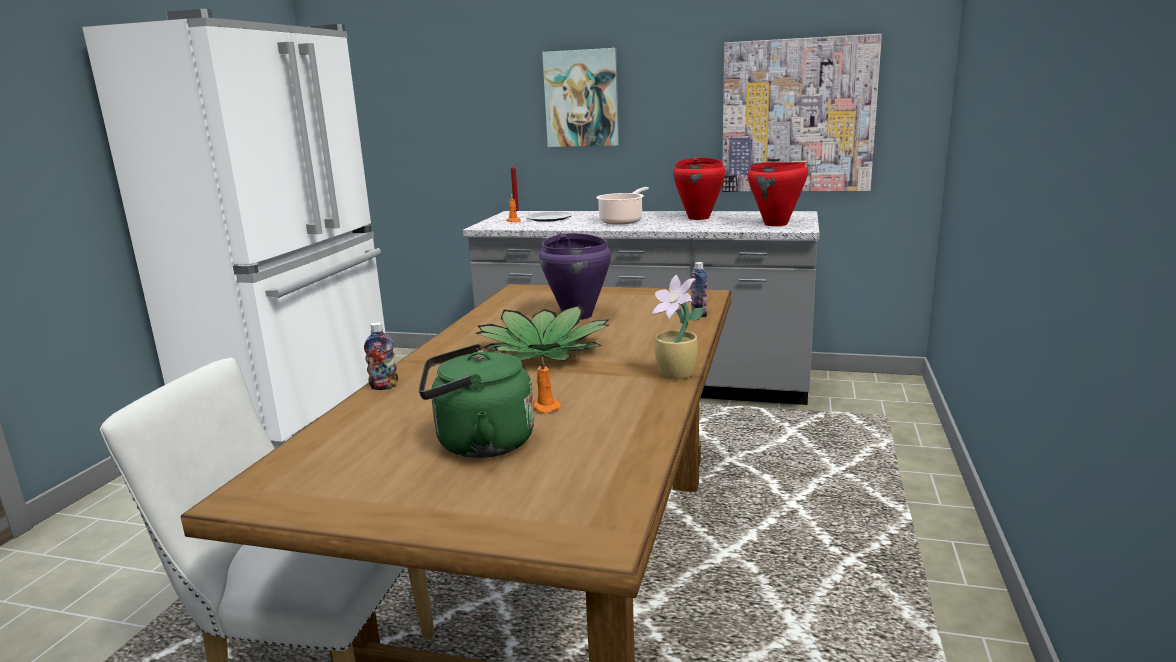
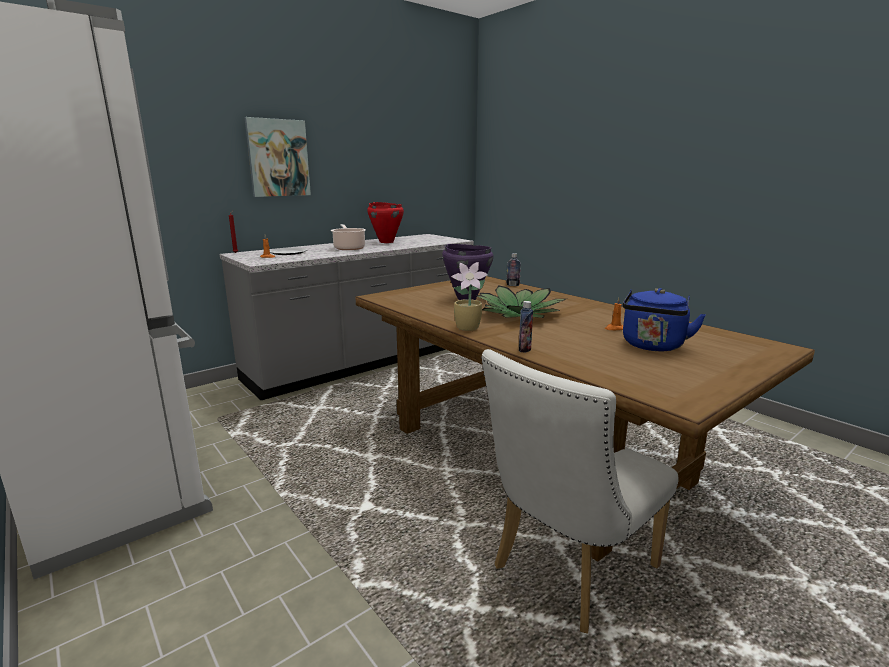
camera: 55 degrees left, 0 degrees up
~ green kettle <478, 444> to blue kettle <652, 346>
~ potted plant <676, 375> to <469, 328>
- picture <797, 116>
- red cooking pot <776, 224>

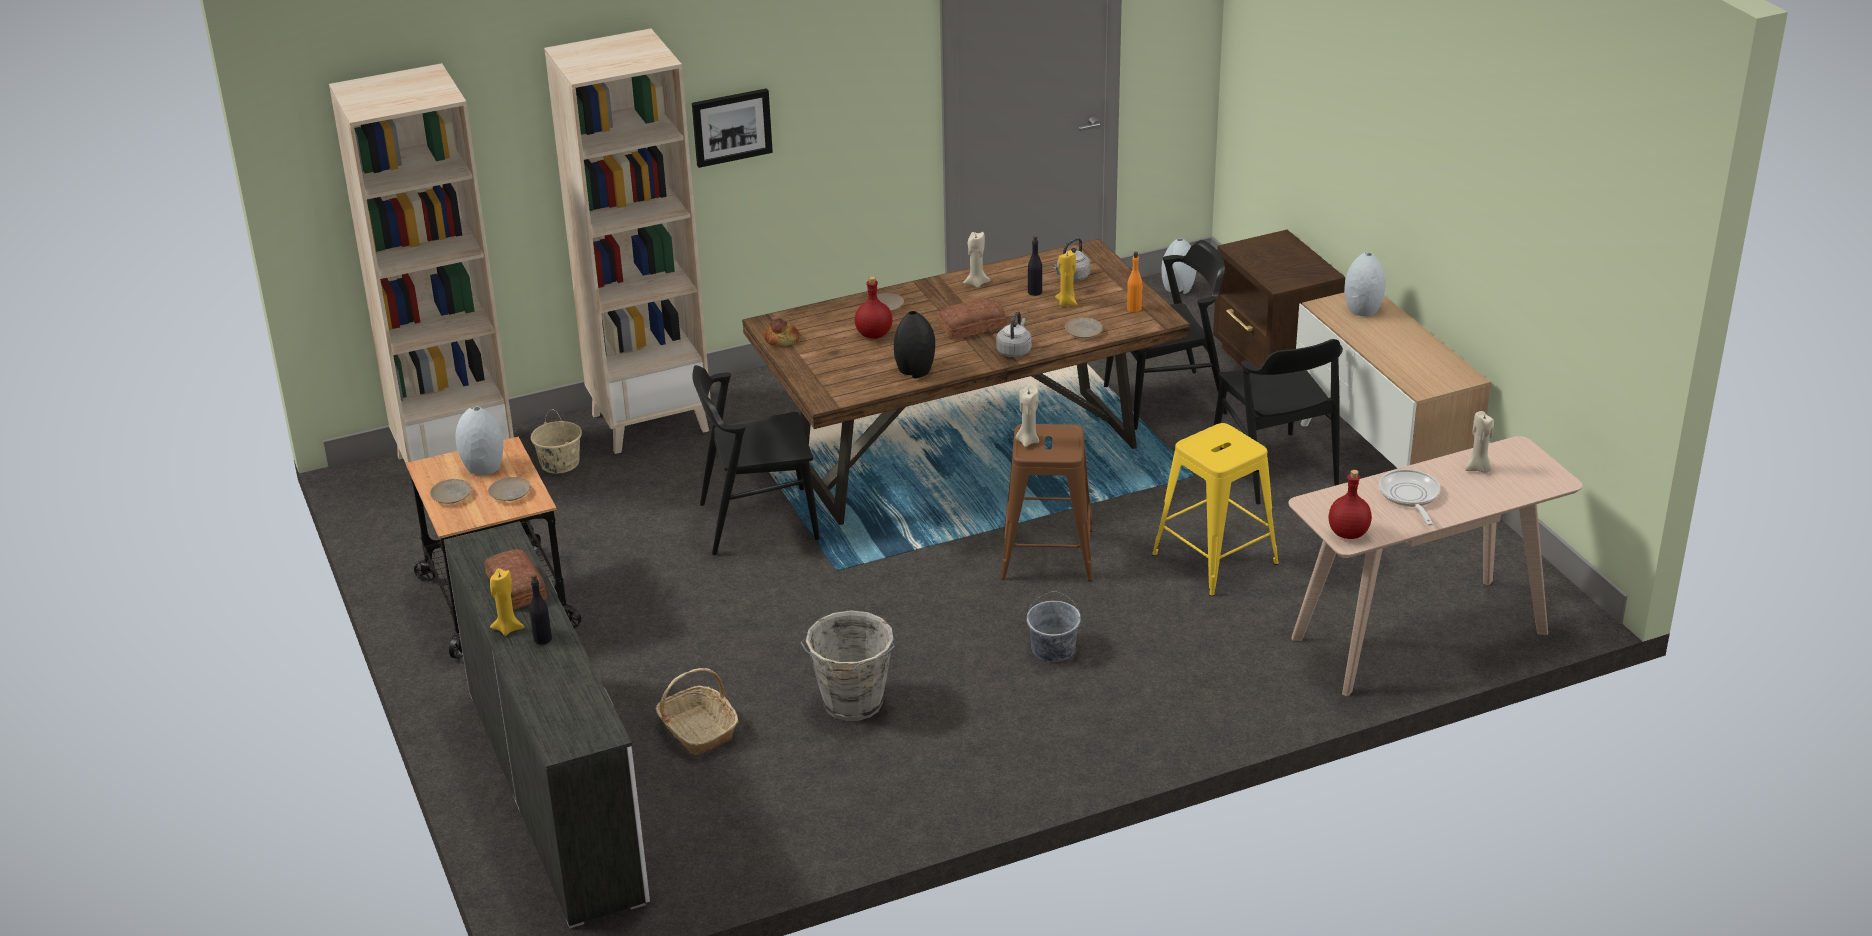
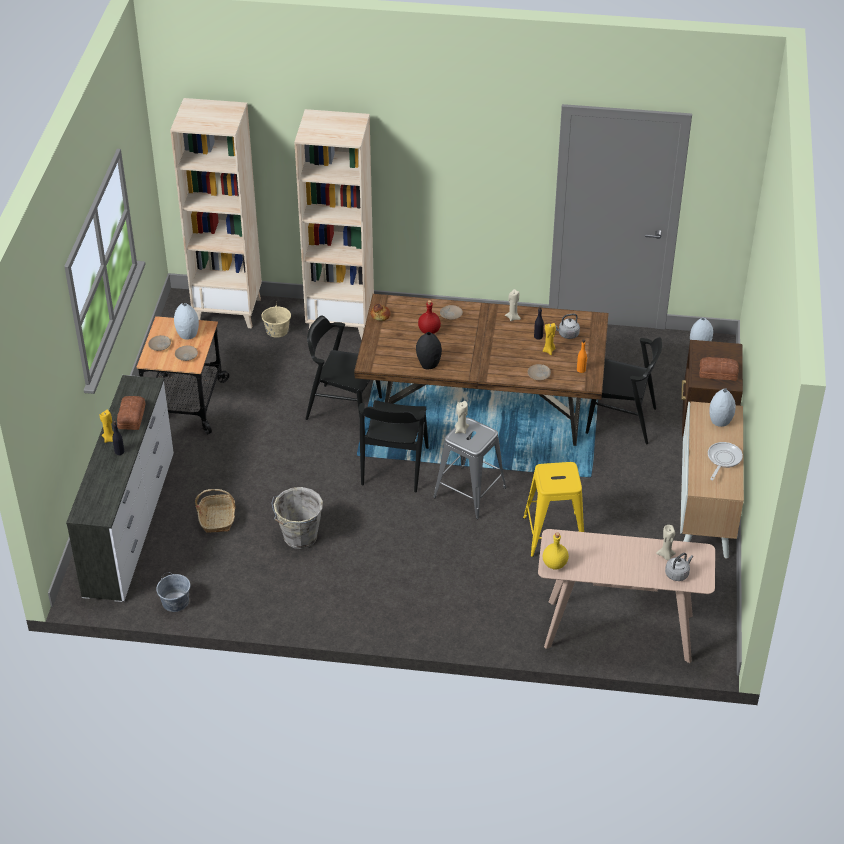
camera: 30 degrees right, 10 degrees up
- picture <731, 126>
~ bread <970, 326> to <717, 372>
~ grey kettle <1014, 350> to <677, 573>
~ brown stool <1047, 554> to grey stool <469, 492>
~ grey bucket <1052, 649> to <175, 602>
~ black chair <1274, 468> to <394, 466>
~ red bottle <1349, 533> to yellow bottle <555, 564>
~ frying pan <1409, 497> to <723, 460>

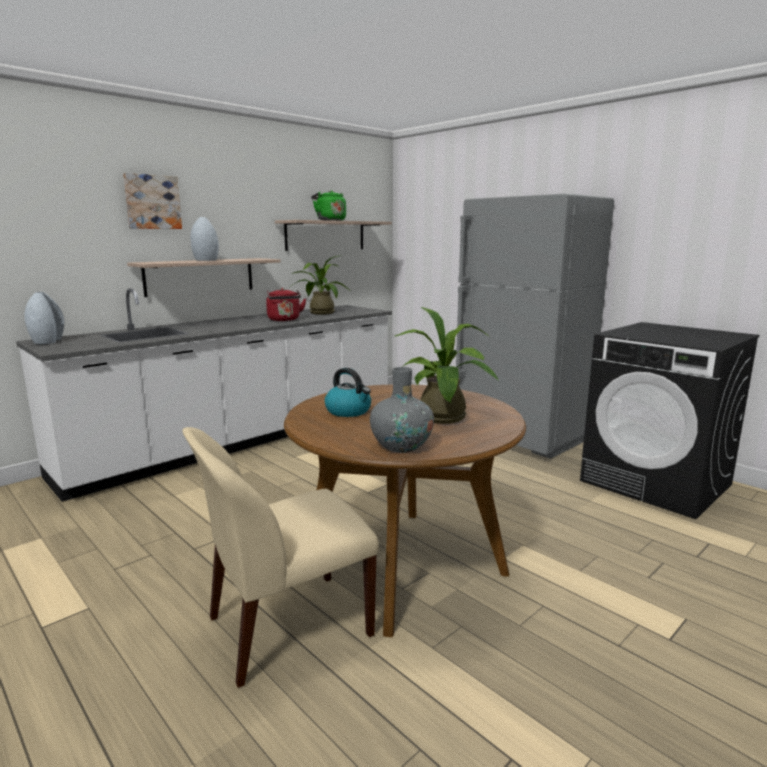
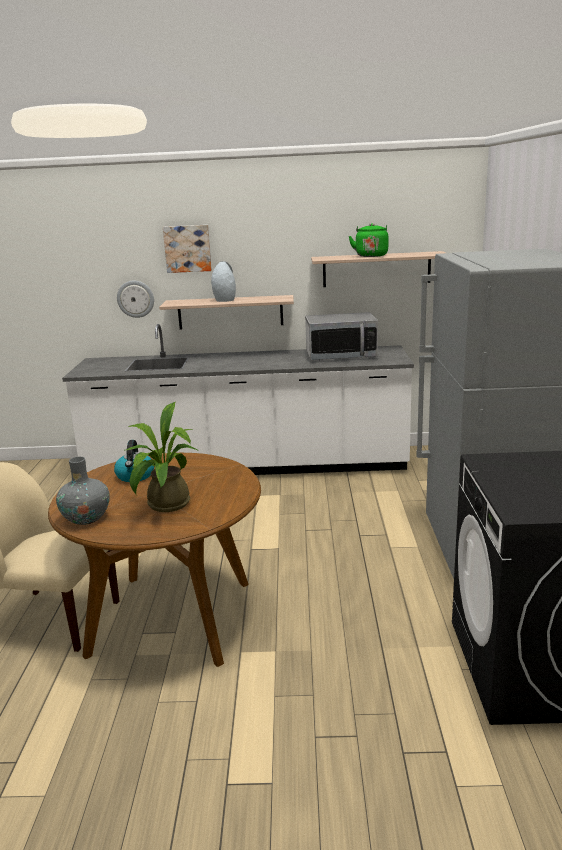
camera: 45 degrees right, 5 degrees up
- grey vase <47, 342>
- red kettle <284, 320>
~ potted plant <319, 312> to microwave <341, 355>
+ wall clock <135, 299>

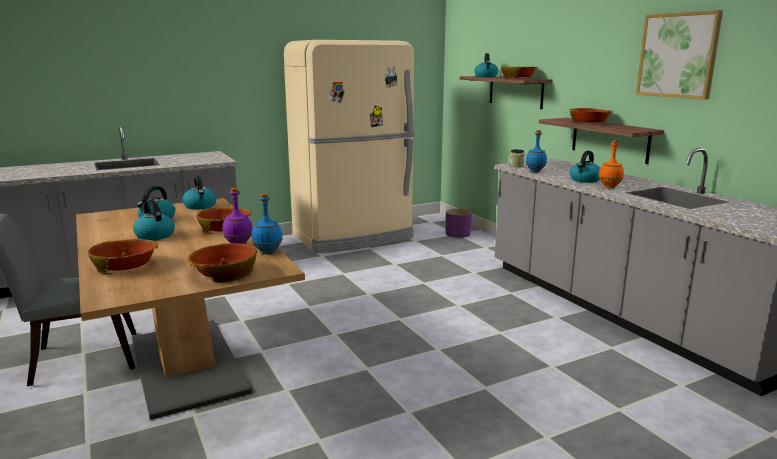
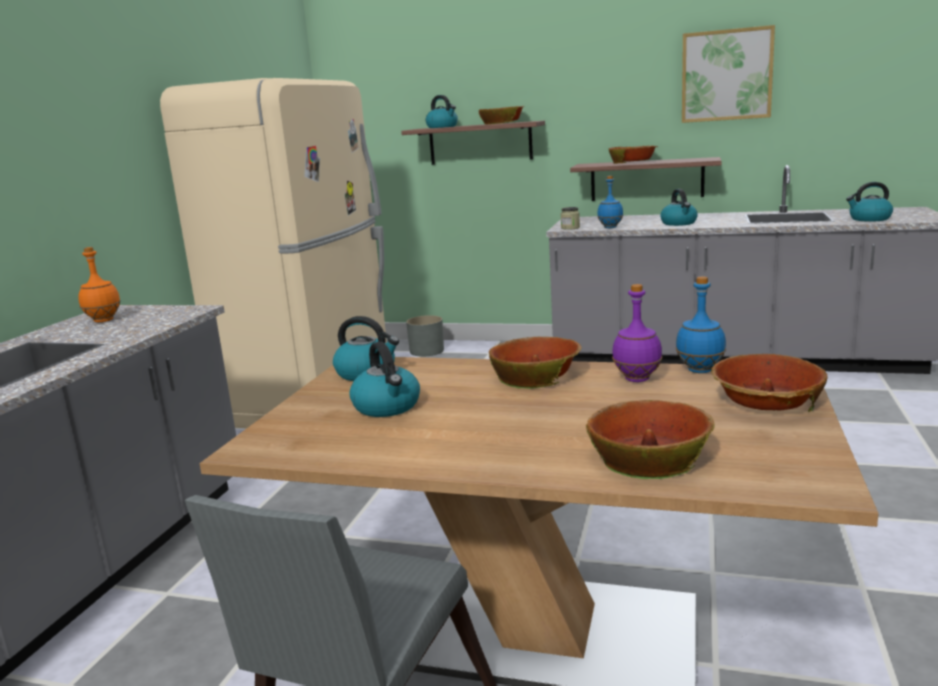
camera: 45 degrees left, 0 degrees up
~ kettle <154, 235> to <869, 219>
~ purple planter <458, 234> to grey planter <427, 351>
~ orange bottle <609, 187> to <103, 320>

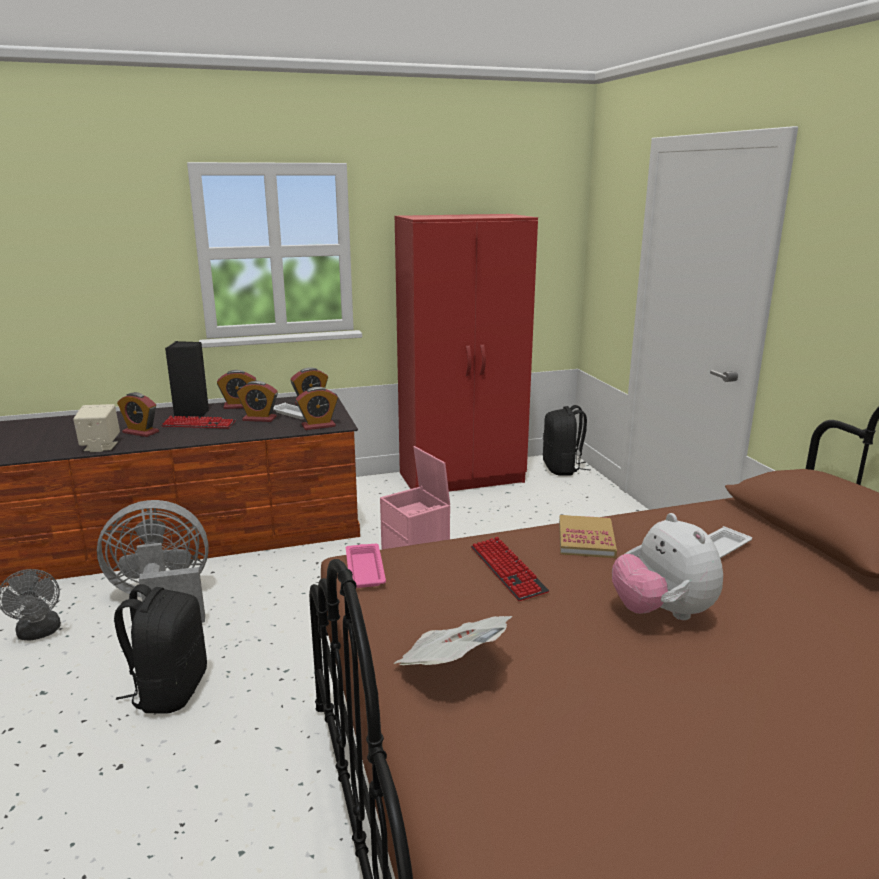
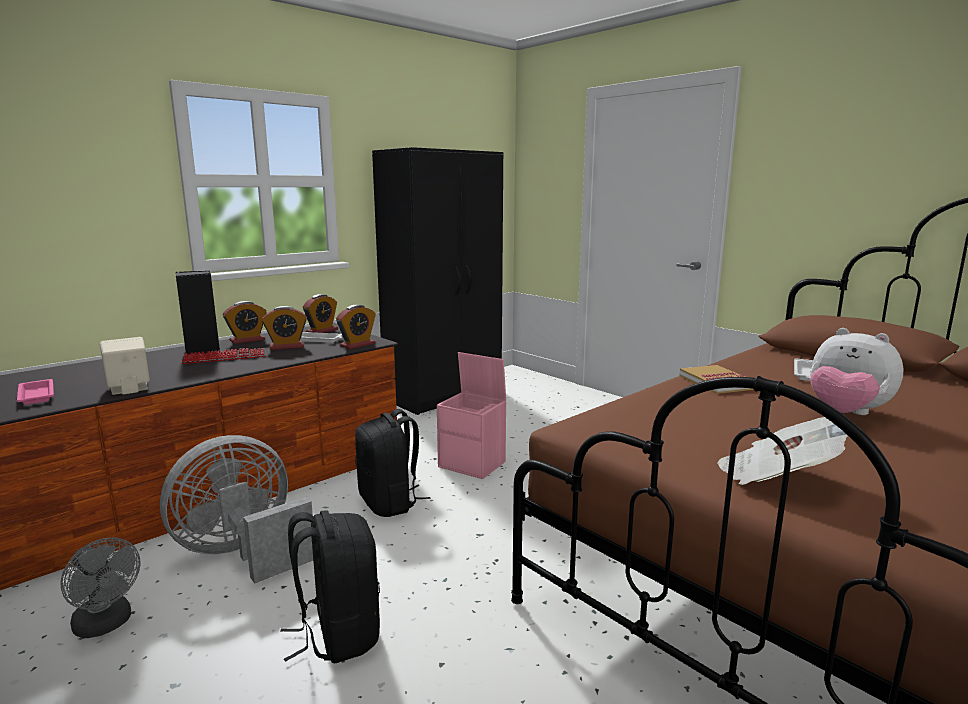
camera: 25 degrees left, 5 degrees down
- alarm clock <140, 432>
~ pink tray <365, 569> to <37, 395>
~ red wardrobe <463, 478> to black wardrobe <445, 395>
- keyboard <507, 570>
~ black backpack <562, 469> to <390, 503>

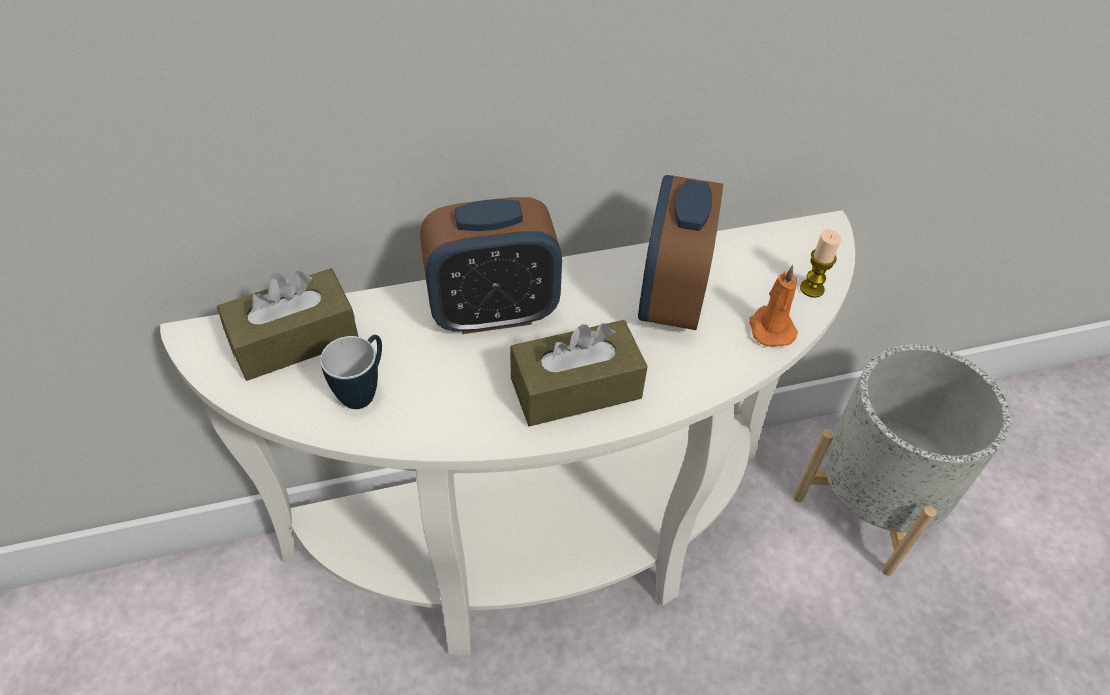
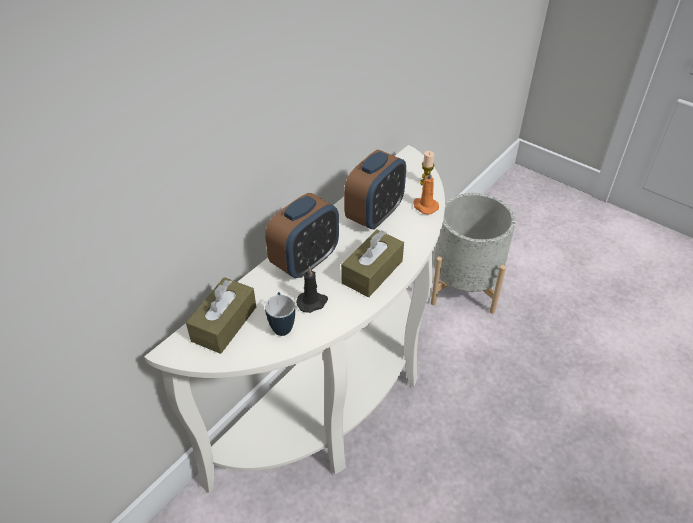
camera: 35 degrees left, 5 degrees down
~ alarm clock <671, 297> = <374, 215> 120 degrees counterclockwise
+ black candle <312, 302>

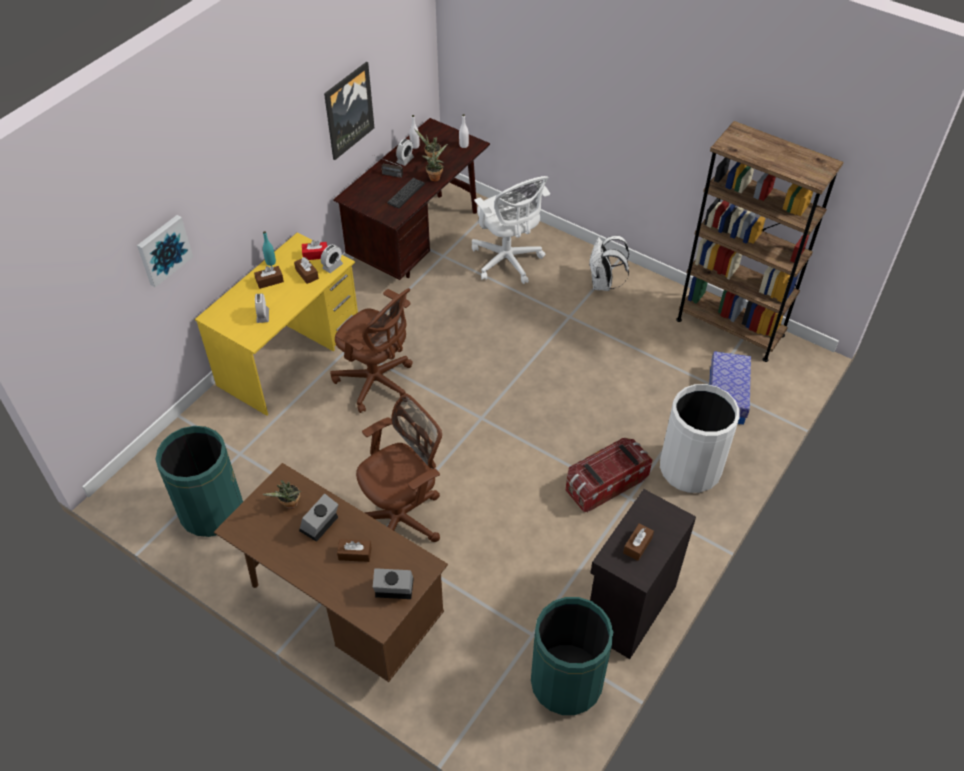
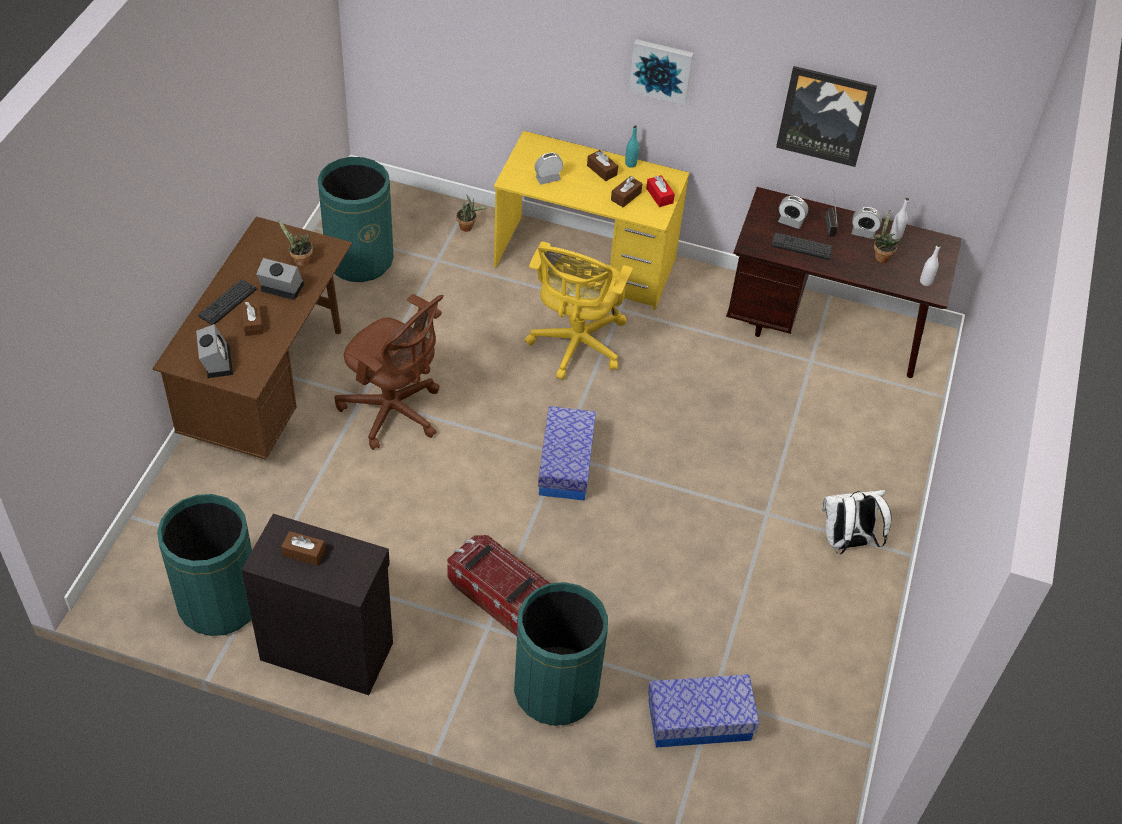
camera: 70 degrees right, 0 degrees up
~ picture <163, 250> to <661, 70>
~ alarm clock <332, 266> to <790, 222>
~ brown office chair <377, 383> to yellow office chair <575, 346>
~ potted plant <435, 177> to <468, 227>
- white office chair <508, 262>
~ white trash can <690, 469> to green trash can <555, 690>
- brown bookcase <730, 327>
+ keyboard <227, 302>
+ storage box <565, 463>

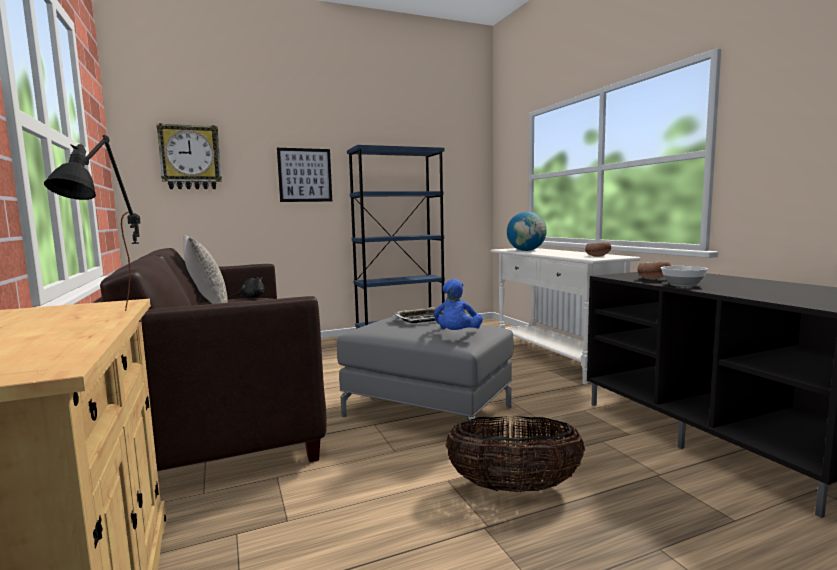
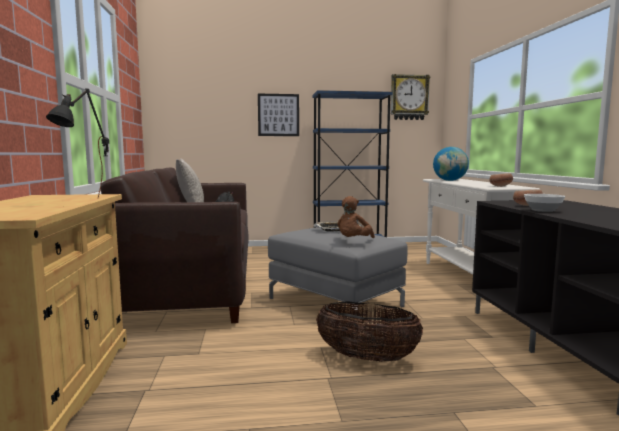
camera: 15 degrees right, 0 degrees up
~ wall clock <190, 157> to <409, 97>
~ blue plush toy <457, 335> to brown plush toy <353, 241>

